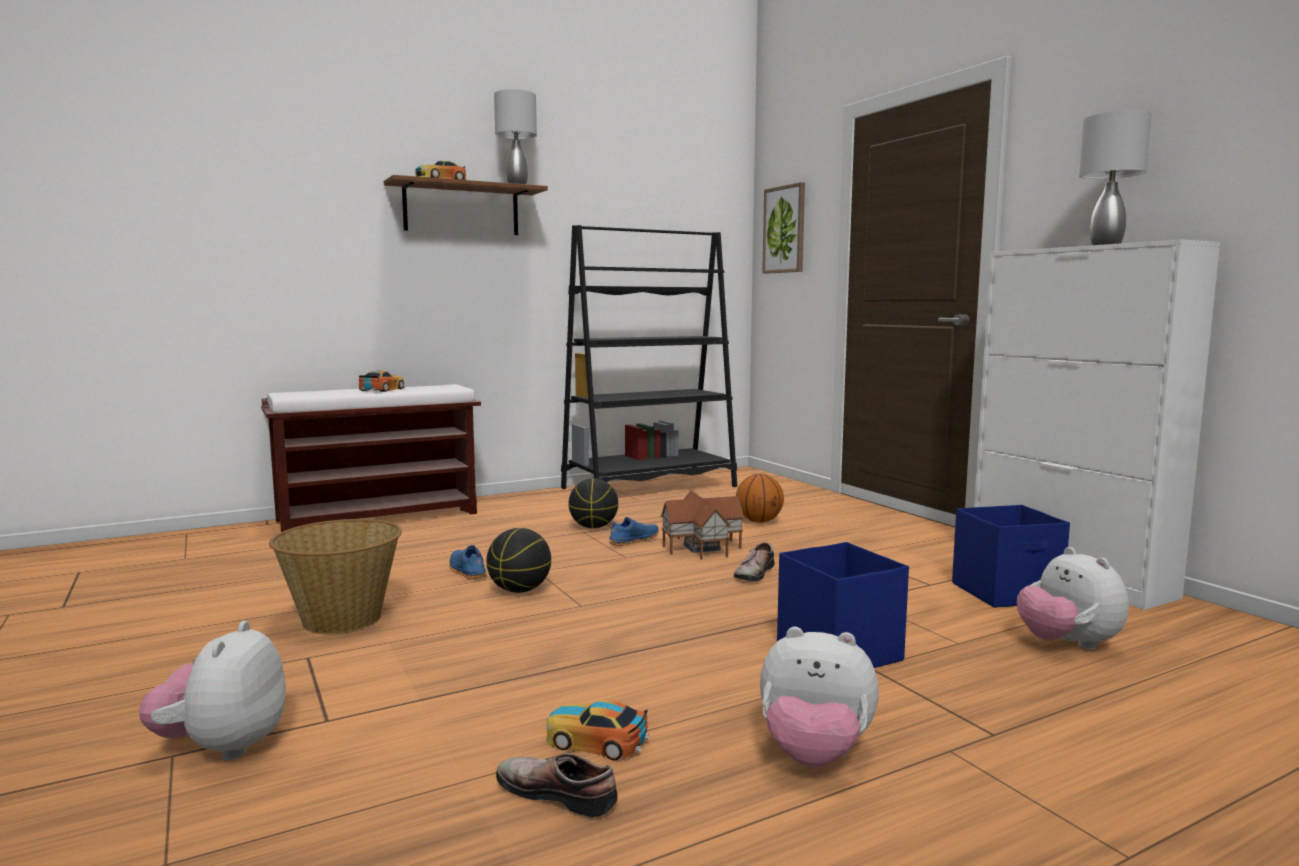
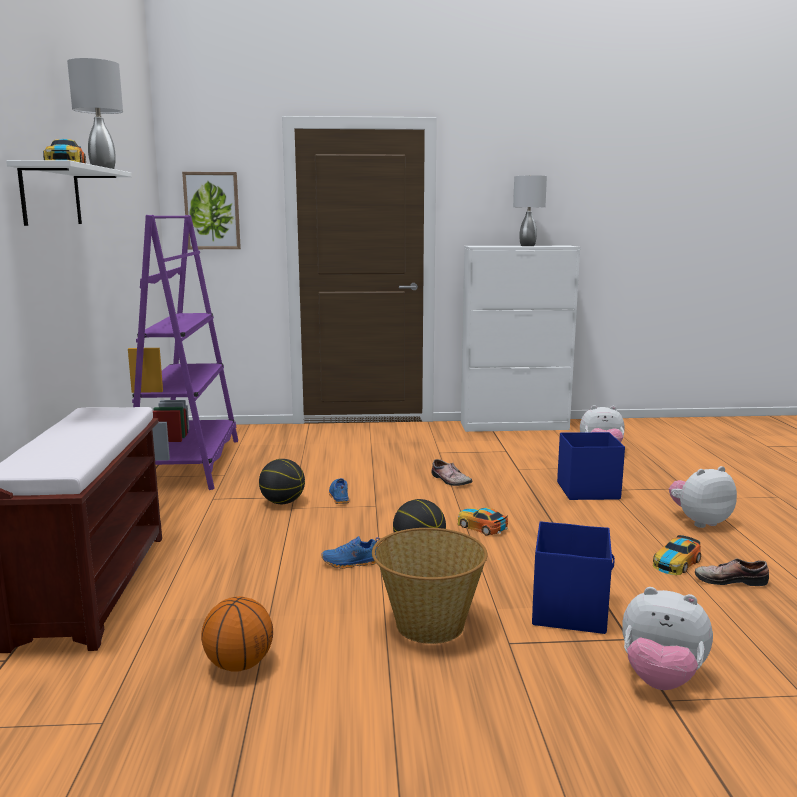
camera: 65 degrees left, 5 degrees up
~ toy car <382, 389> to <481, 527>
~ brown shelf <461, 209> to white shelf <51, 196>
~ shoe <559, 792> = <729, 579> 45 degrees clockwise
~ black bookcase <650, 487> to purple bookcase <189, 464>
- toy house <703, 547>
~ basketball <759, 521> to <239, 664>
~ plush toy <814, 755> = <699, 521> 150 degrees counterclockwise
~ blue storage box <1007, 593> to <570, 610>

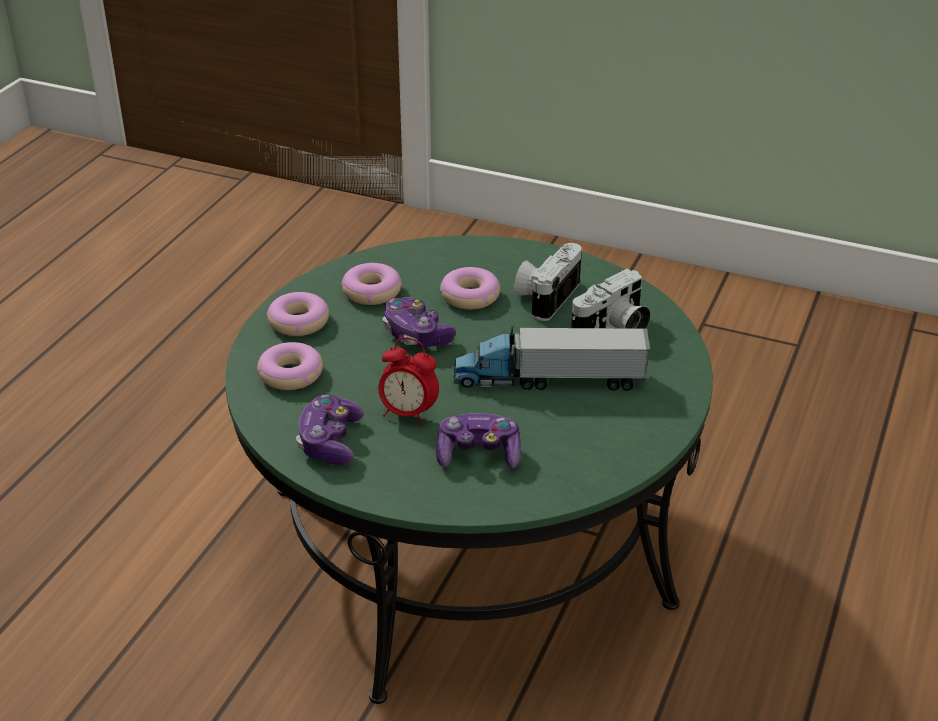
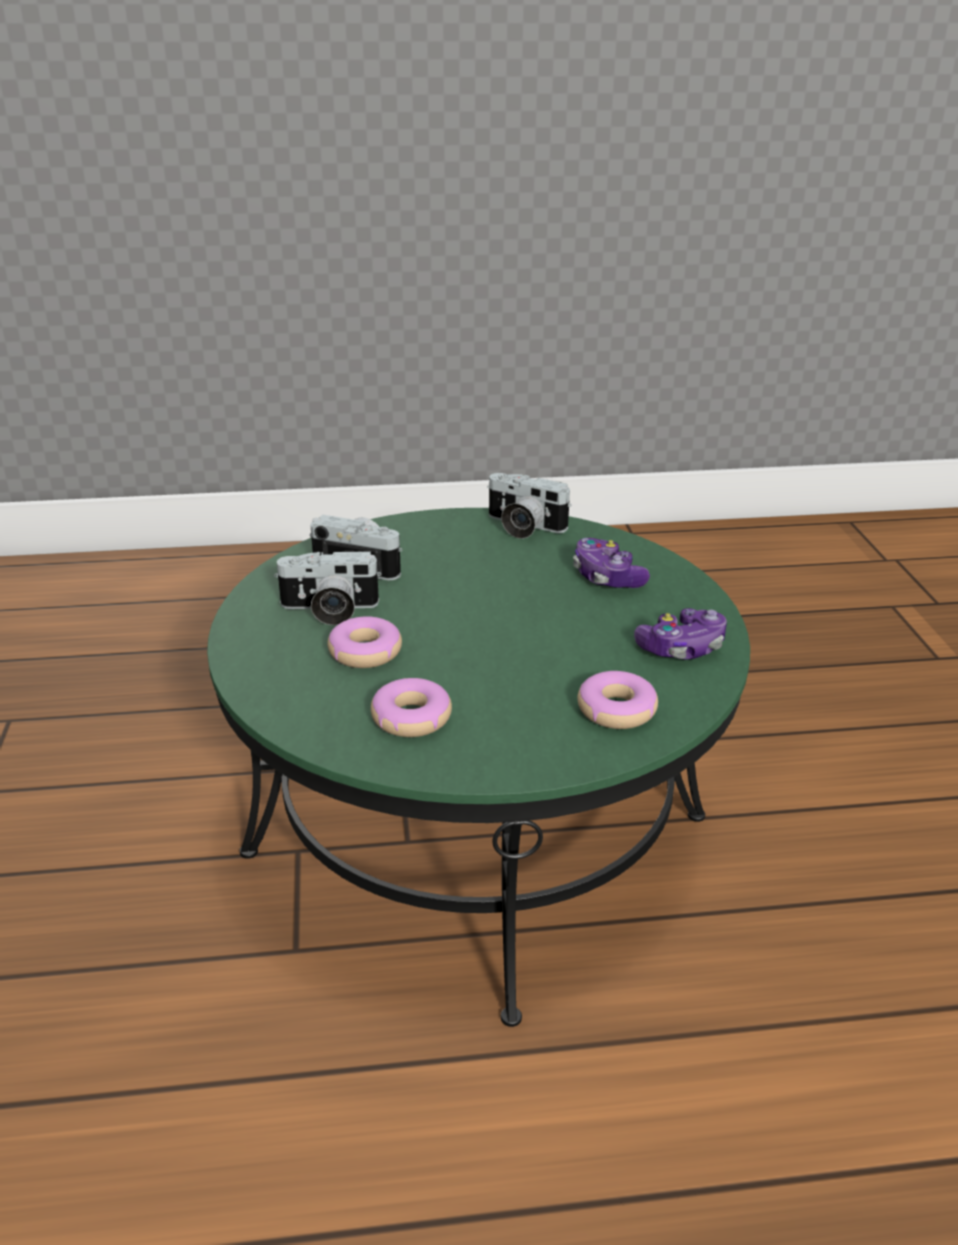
camera: 120 degrees left, 5 degrees down
- donut <299, 322>
- alarm clock <408, 414>
- game controller <416, 335>
- toy truck <549, 379>
+ photo camera <522, 527>

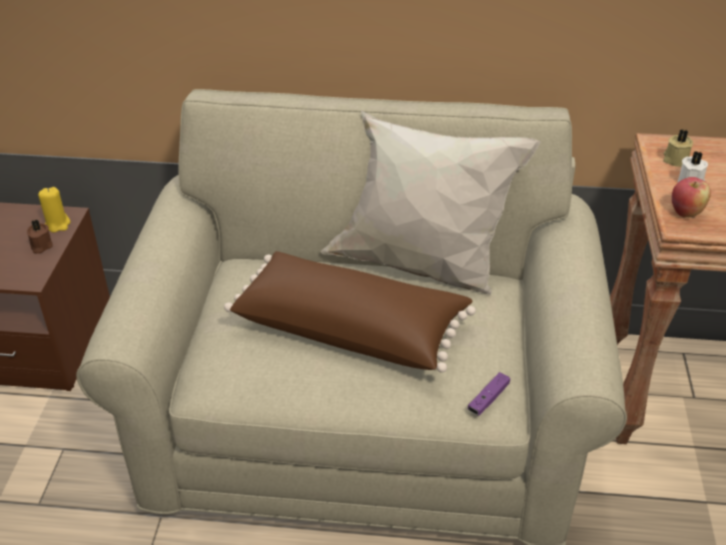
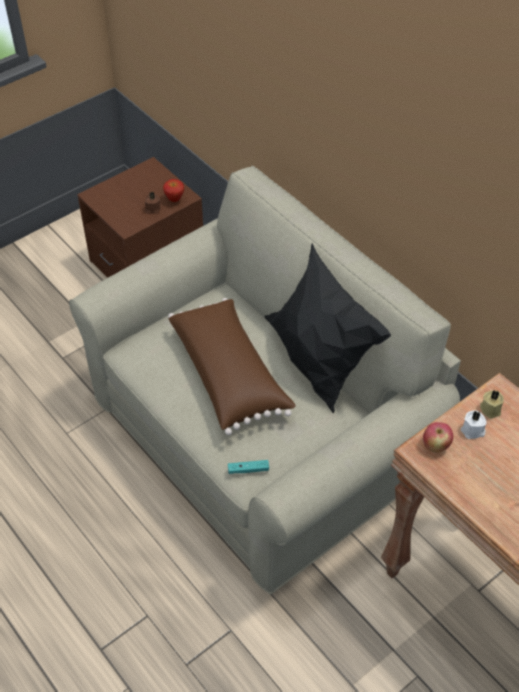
camera: 45 degrees right, 10 degrees up
~ yellow candle <57, 224> to apple <174, 200>
~ white pillow <421, 267> to black pillow <317, 366>
~ purple game controller <488, 399> to turquoise game controller <248, 470>

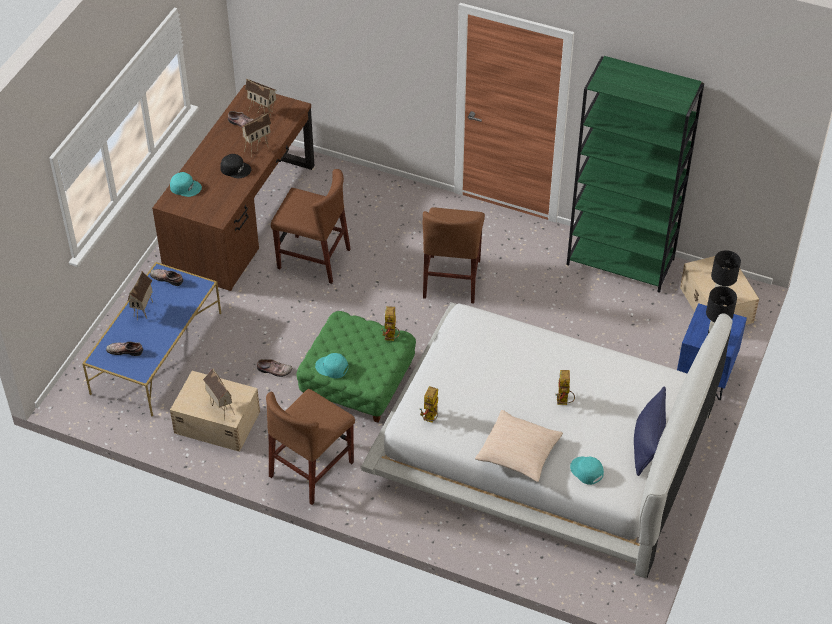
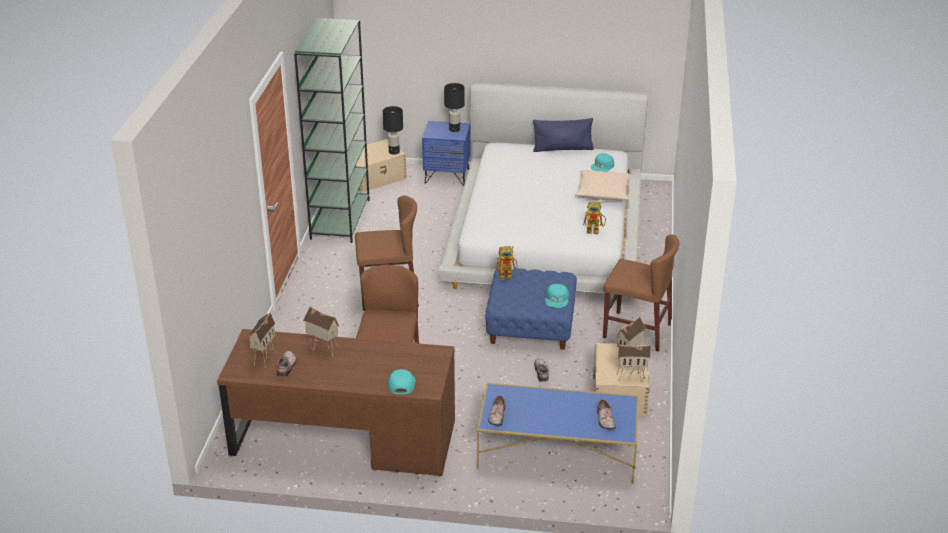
camera: 105 degrees left, 15 degrees down
~ toy house <144, 311> to <631, 377>
- black cap <235, 169>
~ green ottoman <357, 381> to blue ottoman <531, 324>
- toy robot <563, 402>

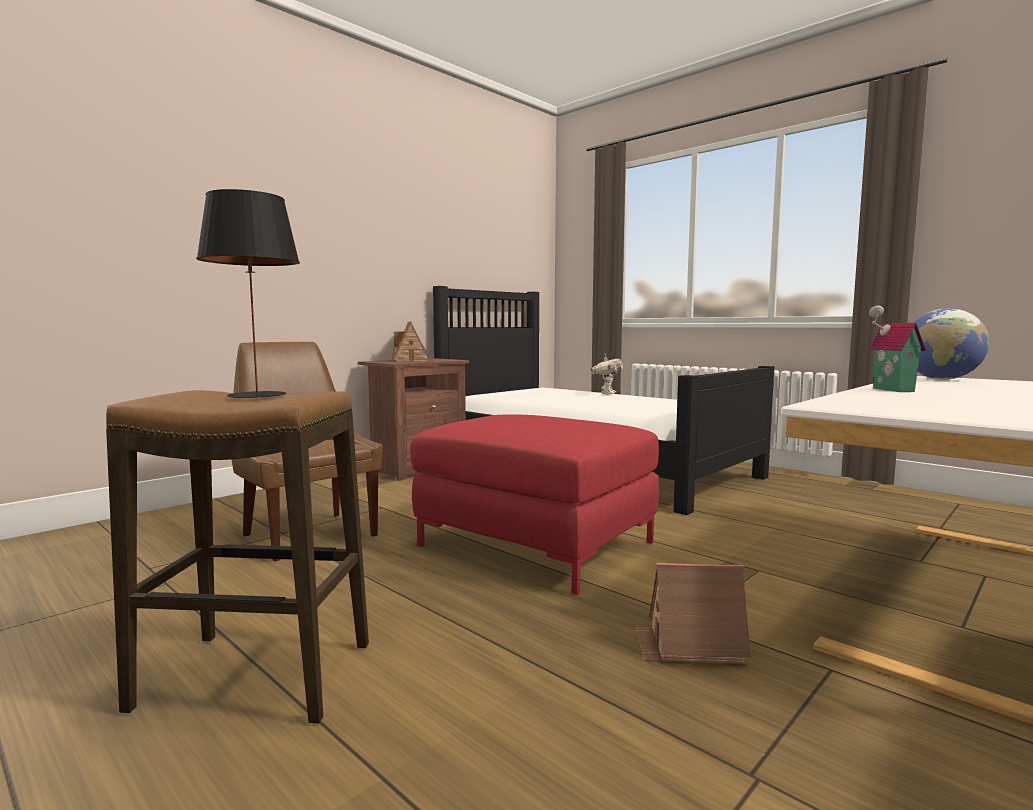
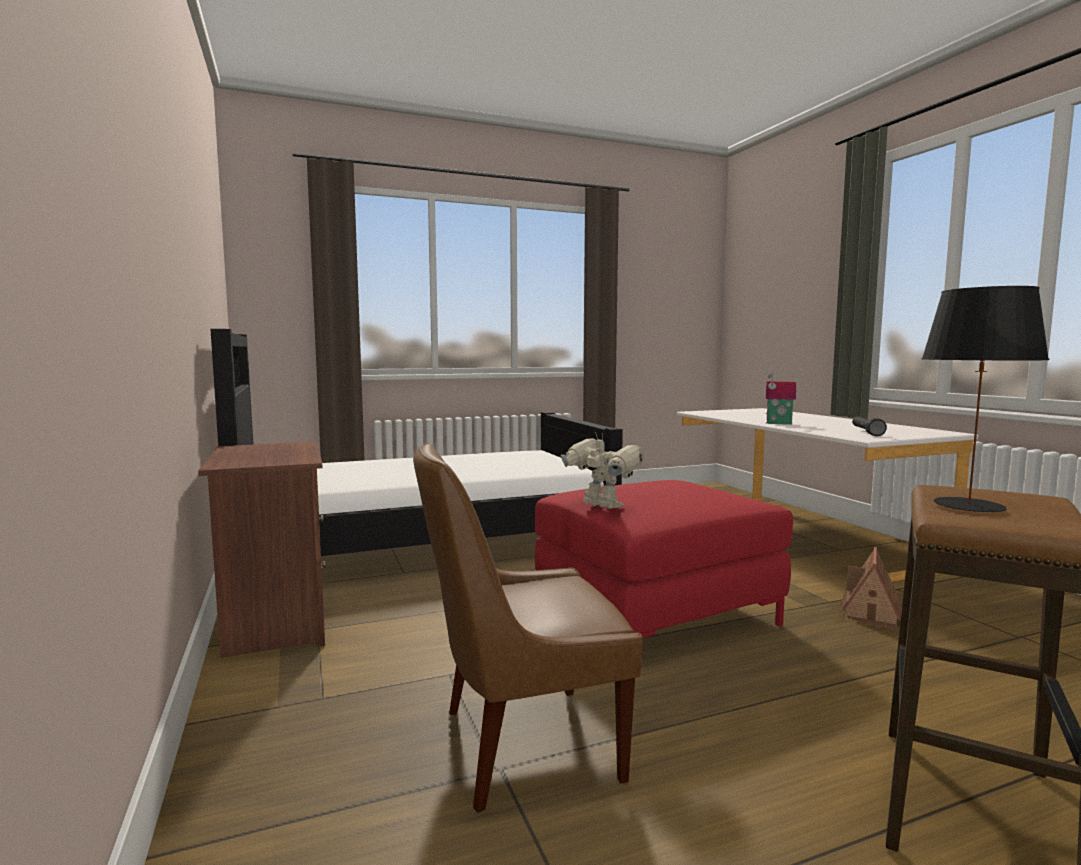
camera: 65 degrees left, 0 degrees up
- toy house <410, 360>
~ toy robot <607, 394> to <601, 506>
- globe <941, 379>
+ black flashlight <866, 432>

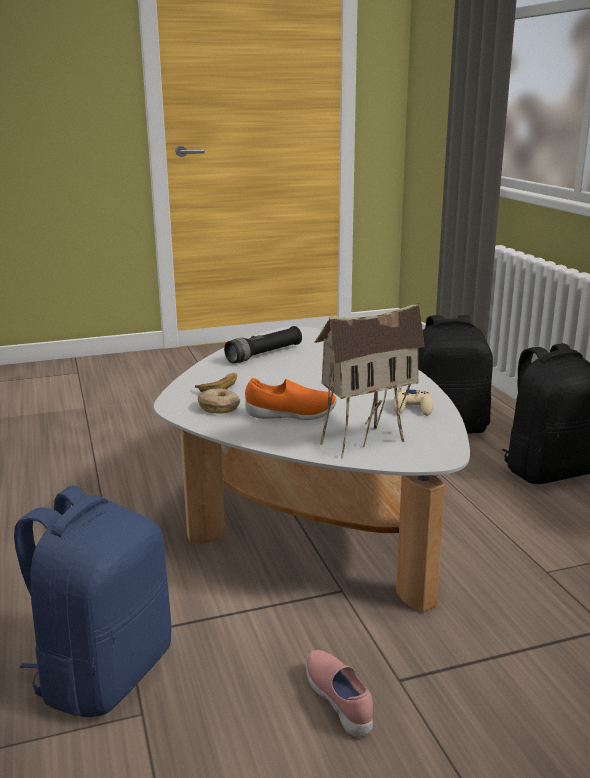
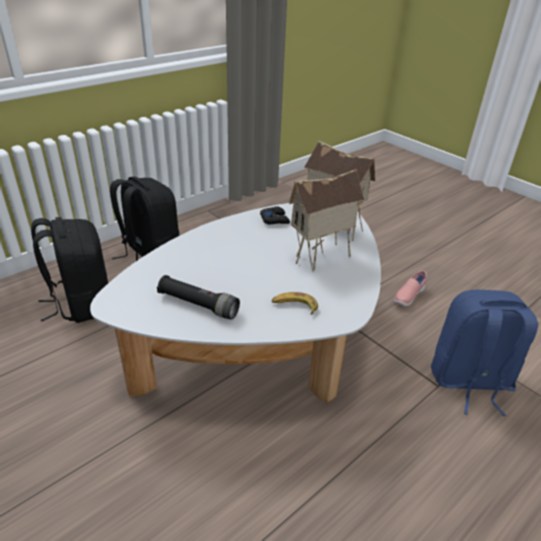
camera: 115 degrees left, 15 degrees up
- donut <219, 407>
~ orange shoe <291, 415> to toy house <321, 259>
~ beige game controller <413, 408> to black game controller <275, 219>

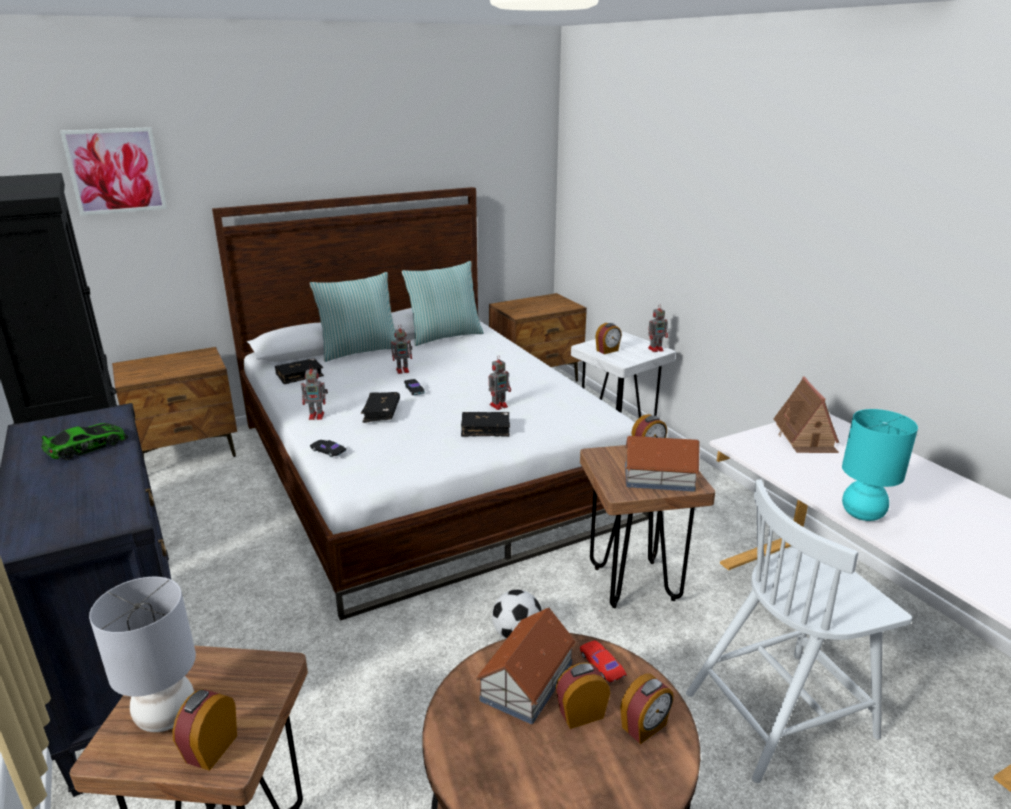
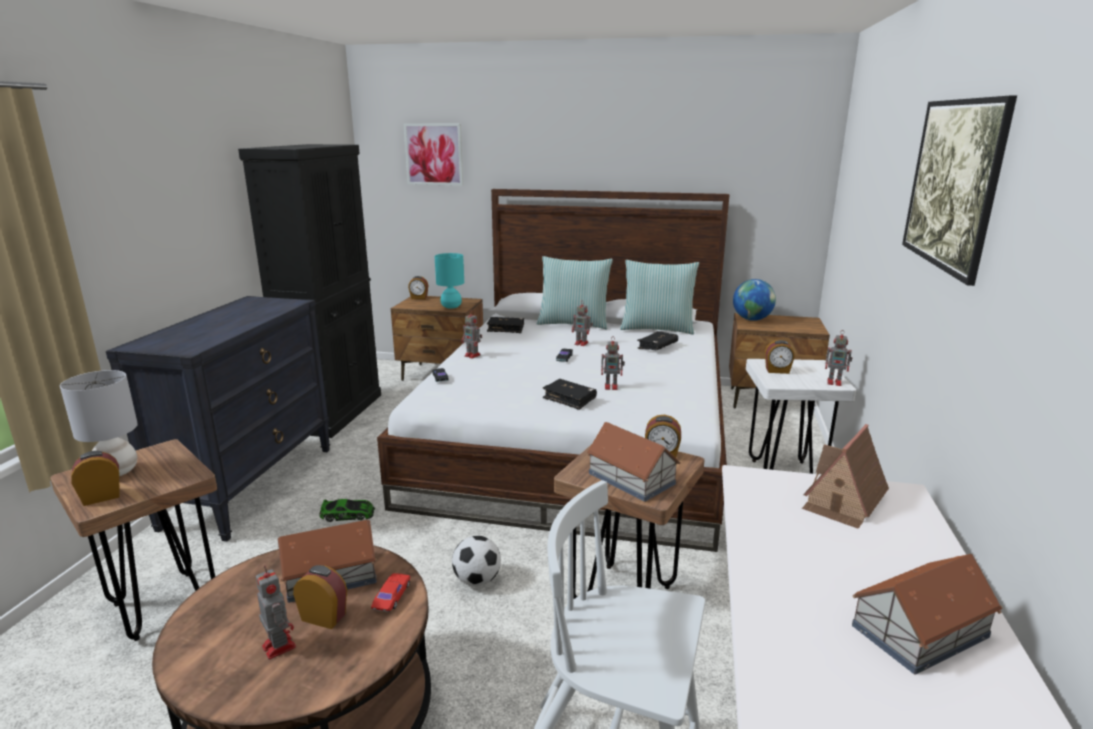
camera: 40 degrees right, 5 degrees down
~ toy car <87, 446> to <348, 514>
~ black book <381, 413> to <657, 346>
~ alarm clock <645, 727> to <419, 298>
~ turquoise table lamp <862, 513> to <451, 307>
+ toy robot <278, 645>
+ globe <752, 319>
+ toy house <921, 631>
+ picture <944, 224>

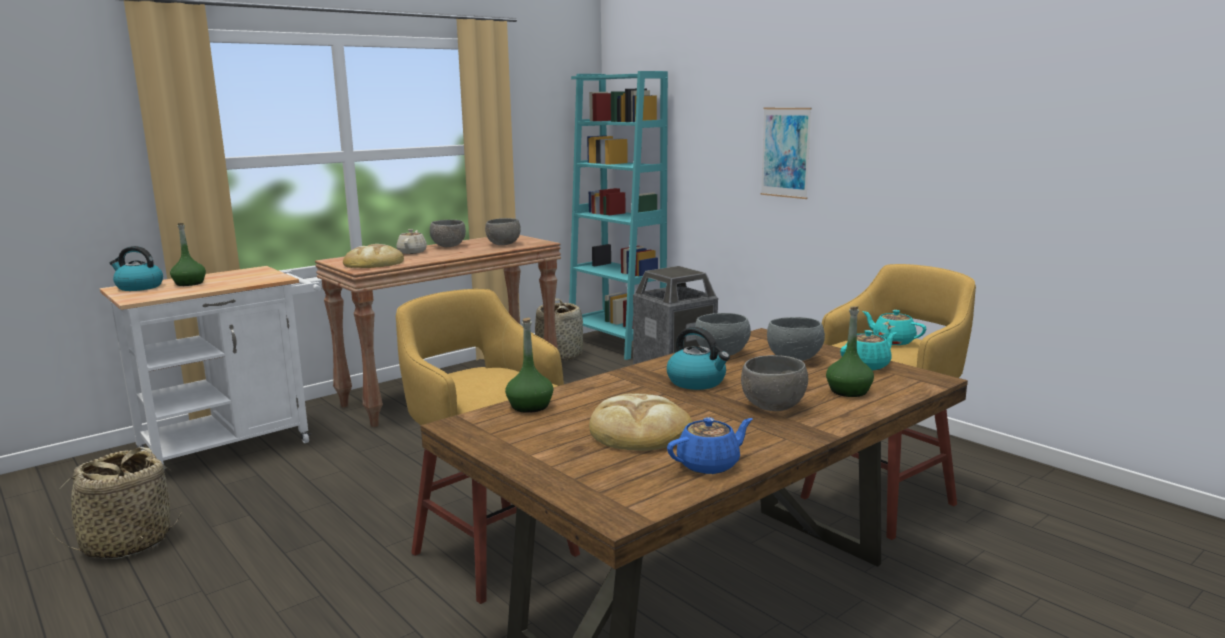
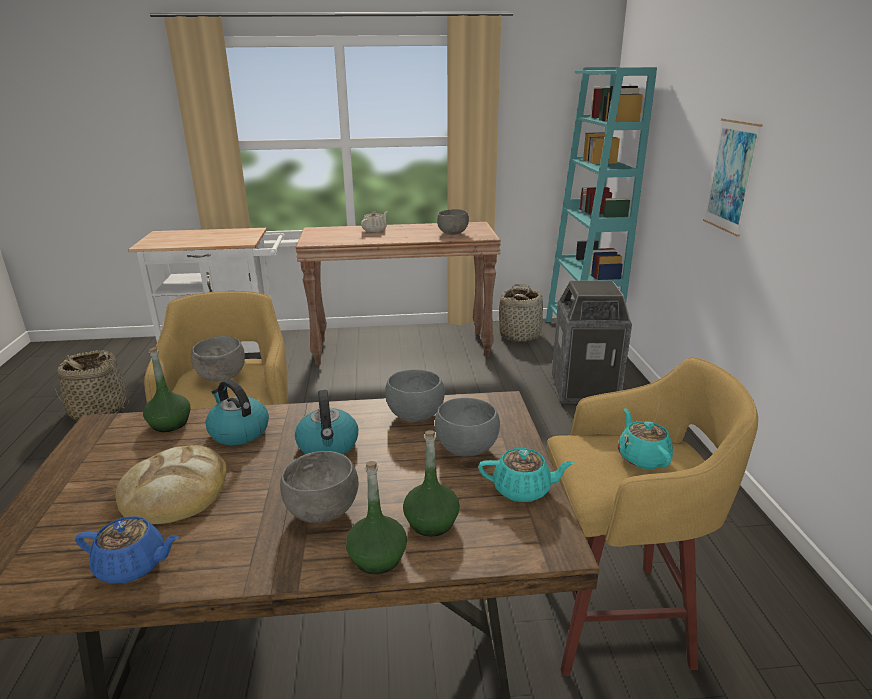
camera: 35 degrees right, 10 degrees up
~ kettle <139, 287> to <238, 431>
~ green bottle <189, 283> to <377, 557>
- bread <374, 263>
~ grey bowl <448, 246> to <221, 377>

